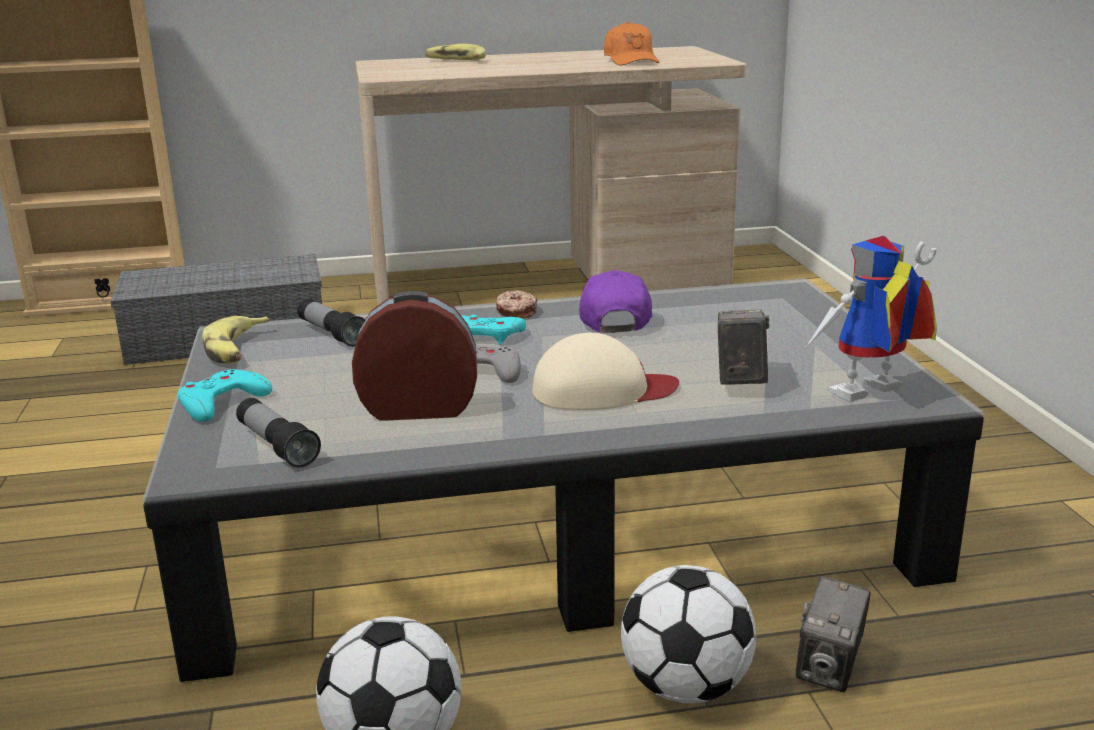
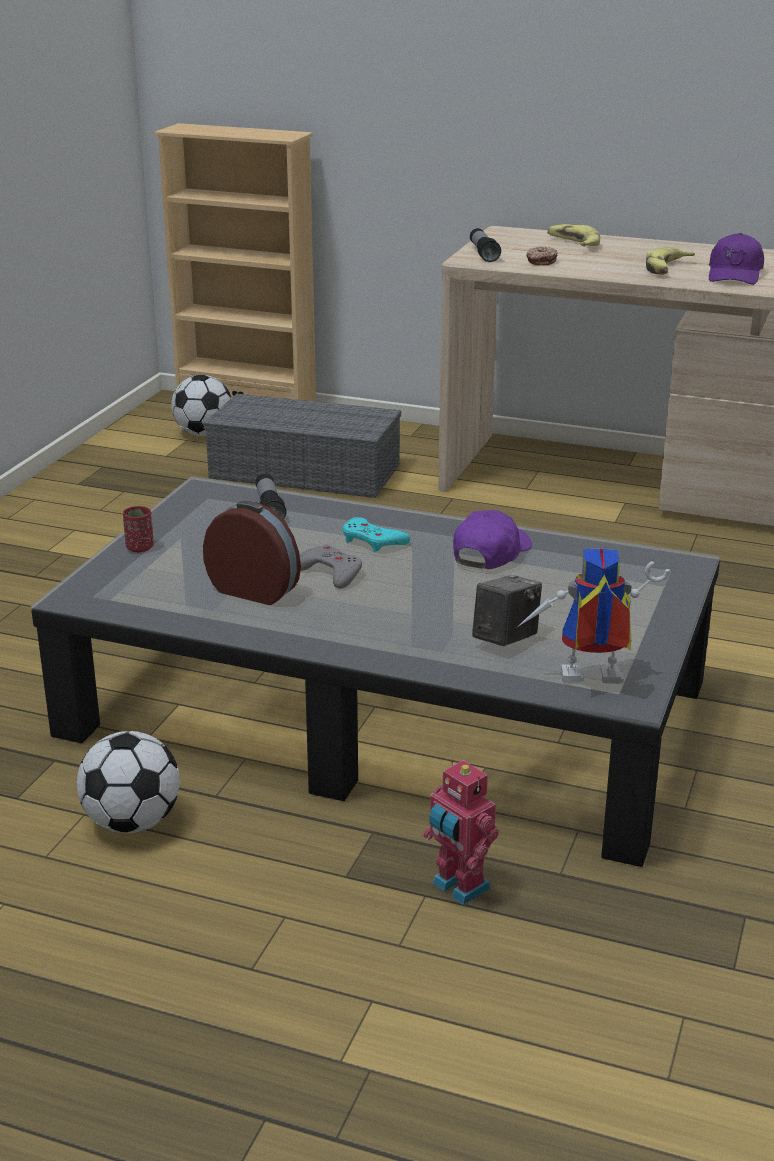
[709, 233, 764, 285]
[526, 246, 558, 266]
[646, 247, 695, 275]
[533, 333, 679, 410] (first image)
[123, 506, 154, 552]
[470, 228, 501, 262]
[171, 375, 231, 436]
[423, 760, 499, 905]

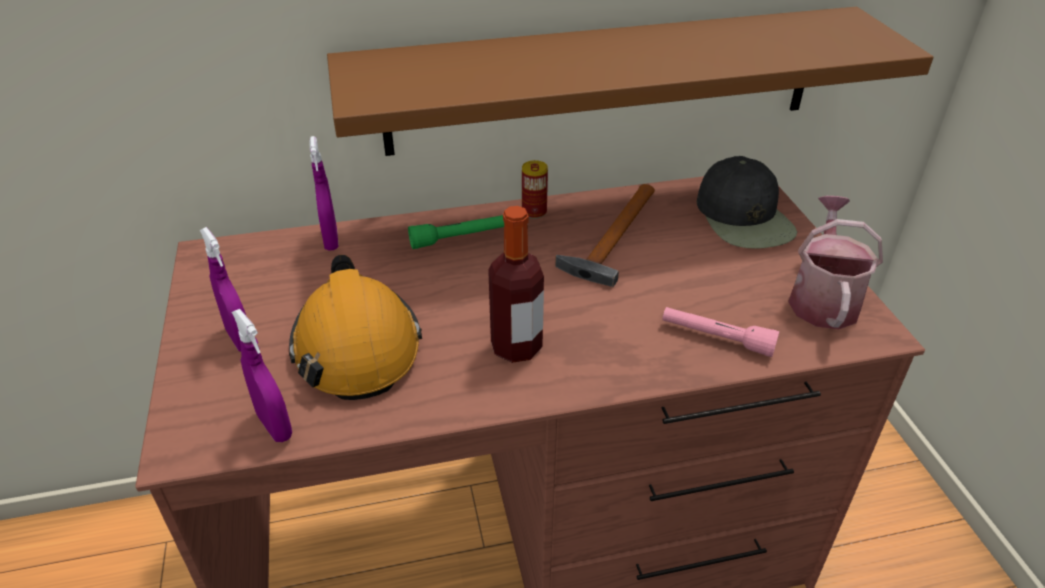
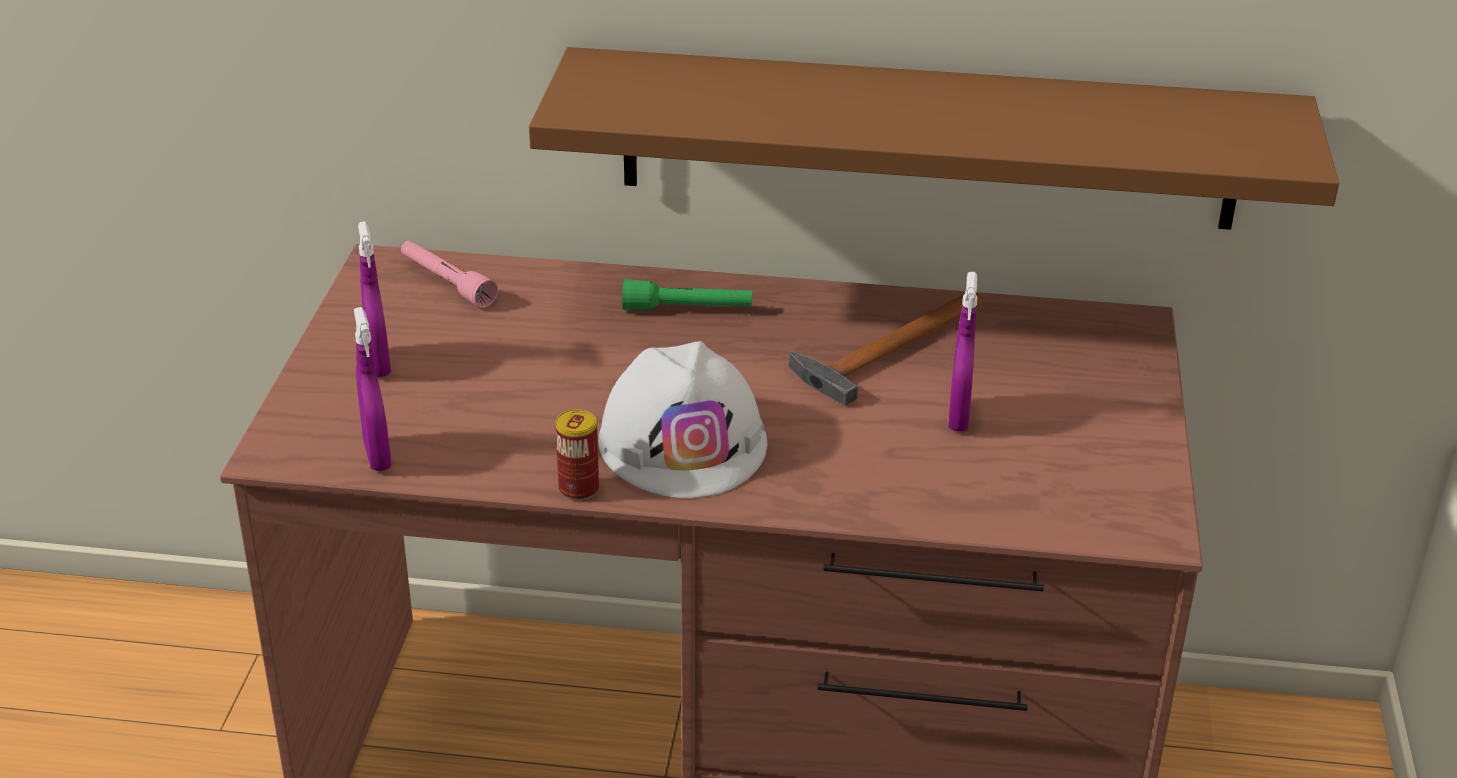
[948, 272, 977, 432]
[697, 156, 797, 249] (first image)
[556, 409, 599, 501]
[788, 196, 883, 329] (first image)
[598, 341, 767, 499]
[289, 255, 422, 400] (first image)
[401, 240, 498, 308]

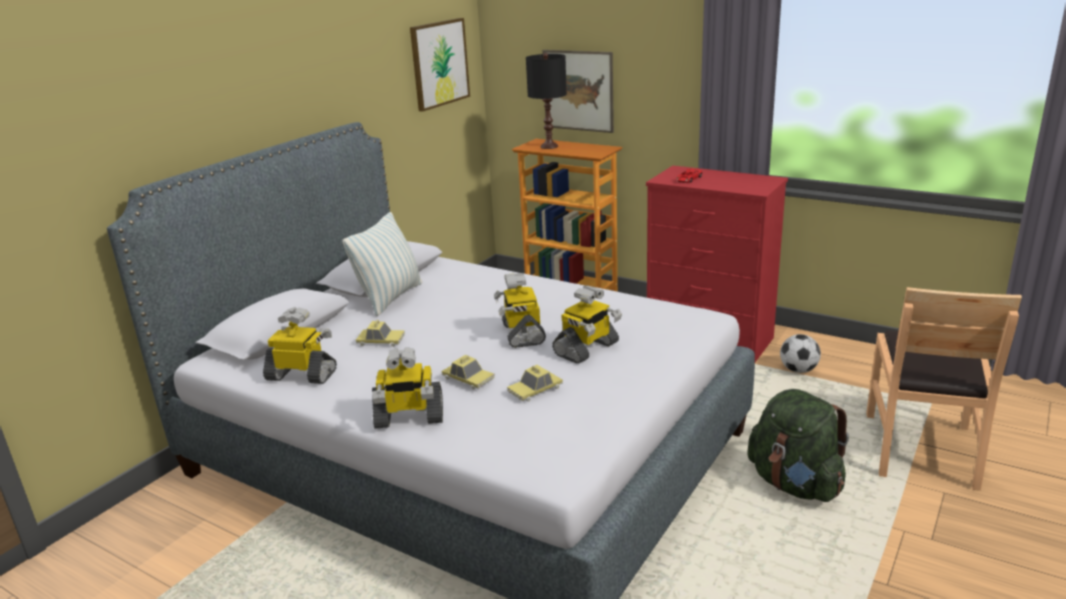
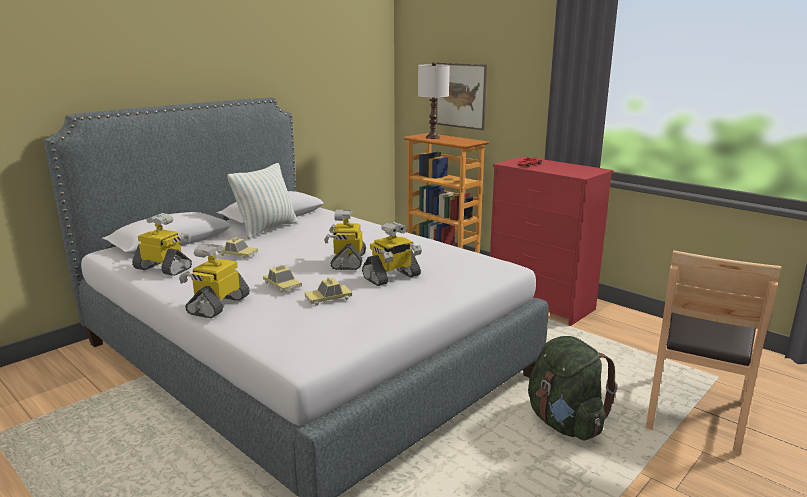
[410, 18, 470, 112] (first image)
[418, 62, 450, 139]
[780, 334, 821, 373] (first image)
[179, 243, 250, 318]

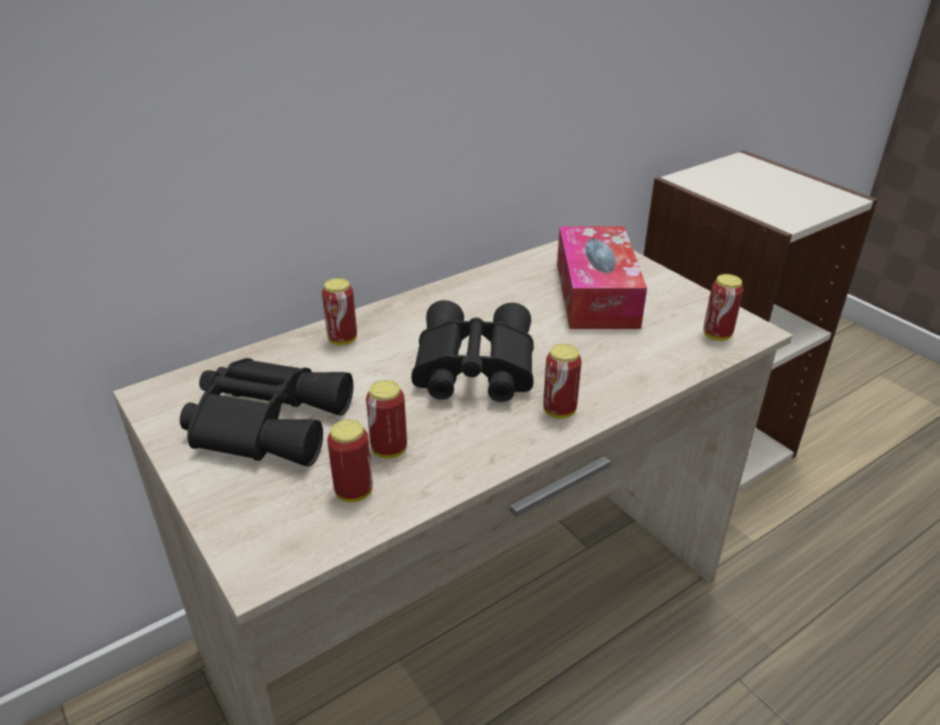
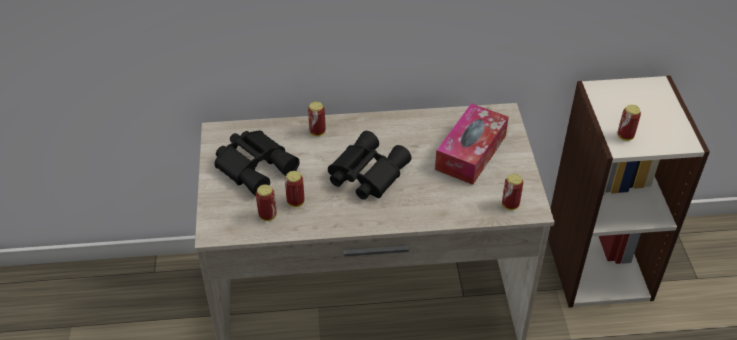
[617, 105, 641, 141]

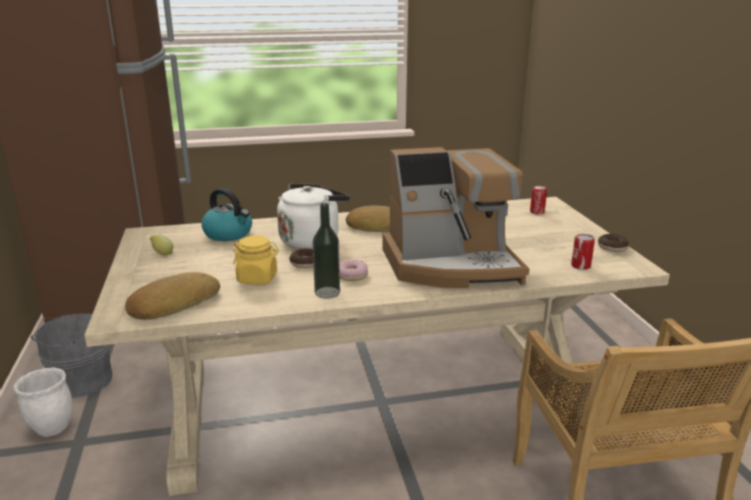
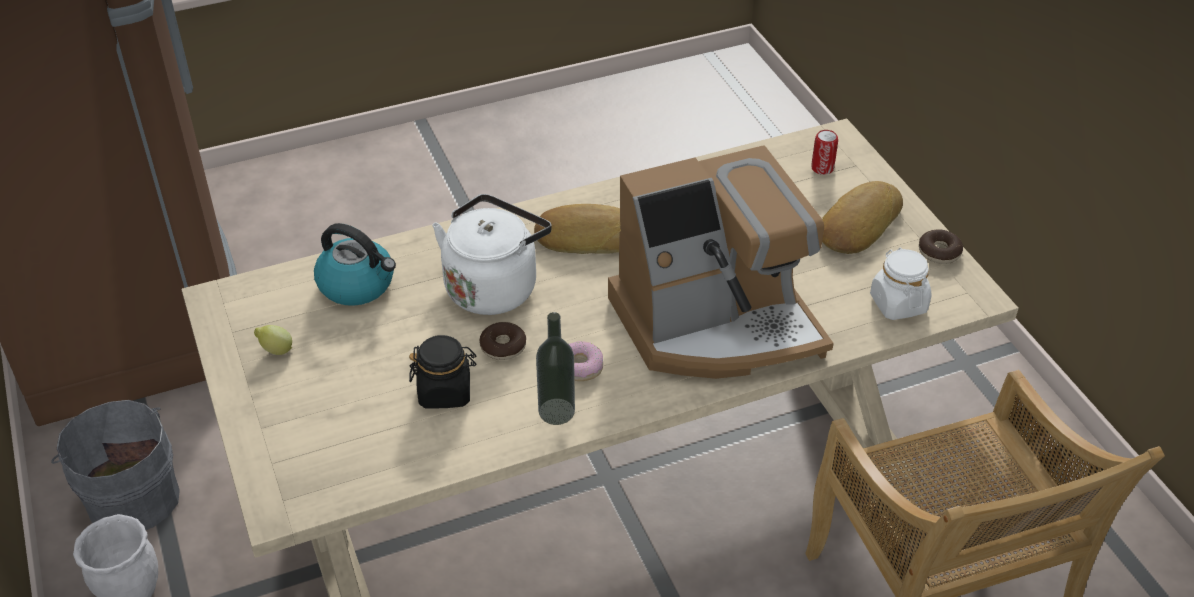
[870, 248, 932, 320]
[409, 335, 476, 408]
[822, 181, 903, 254]

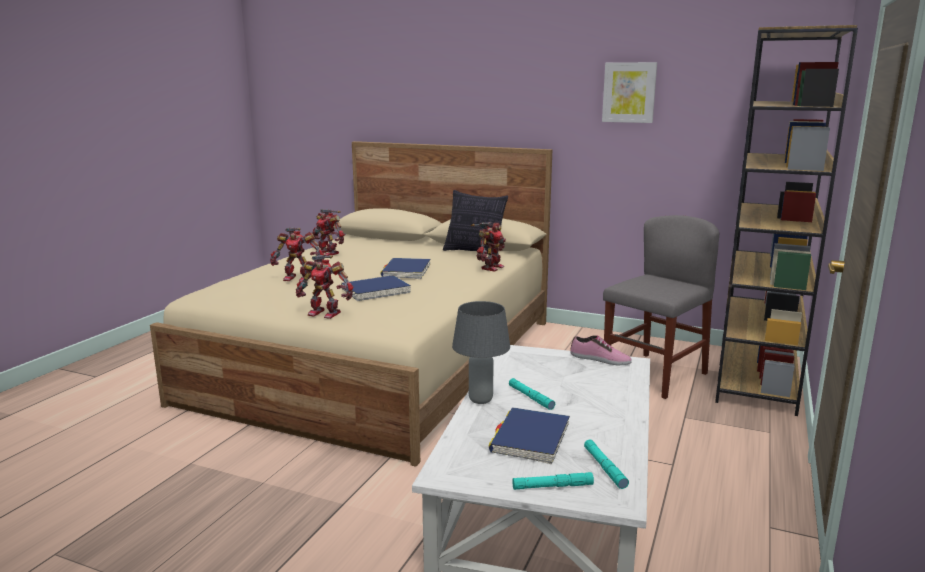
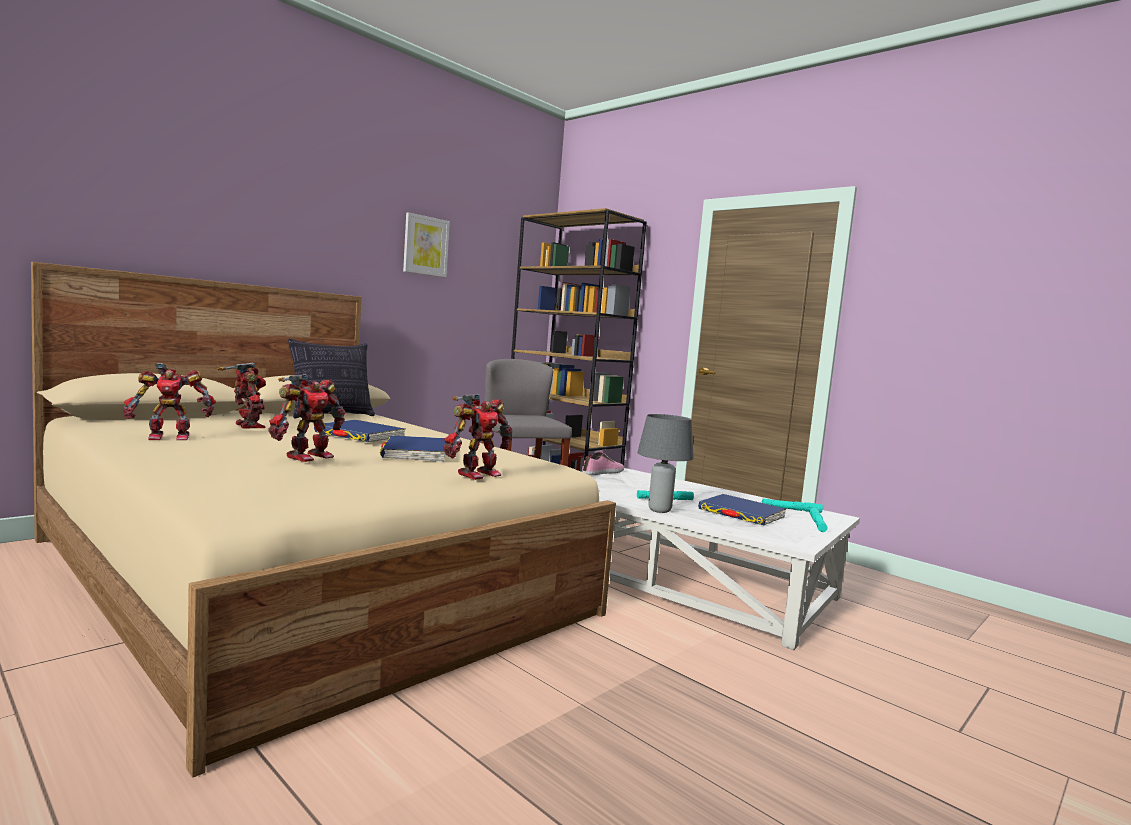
[218, 363, 266, 429]

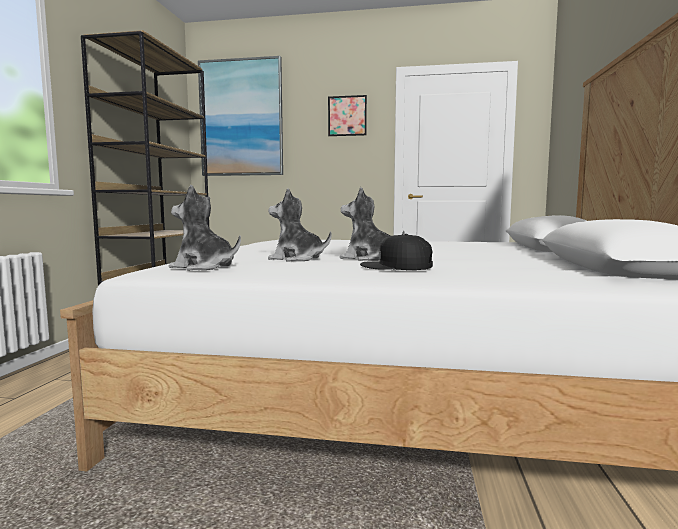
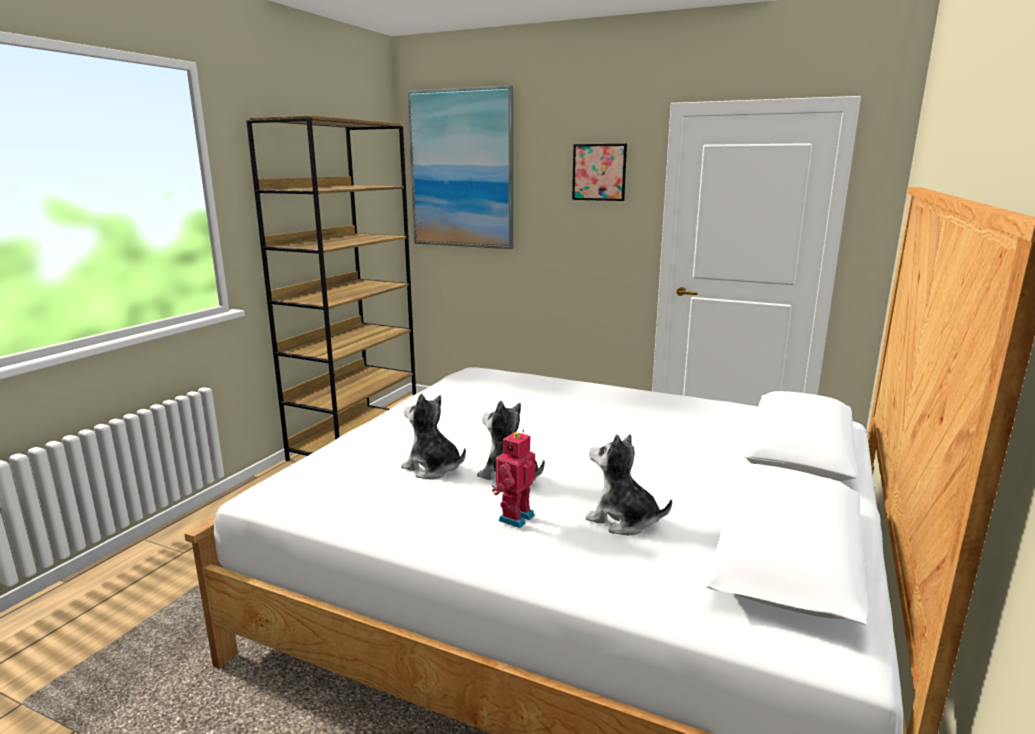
[585, 434, 672, 535]
[492, 430, 536, 528]

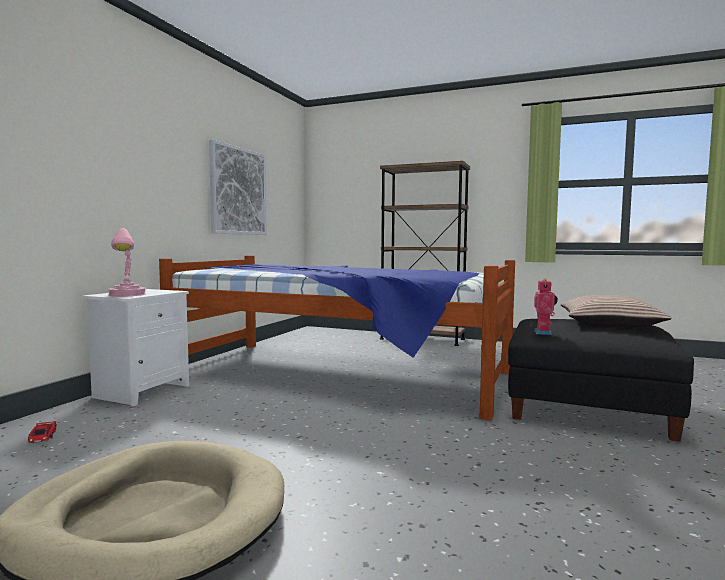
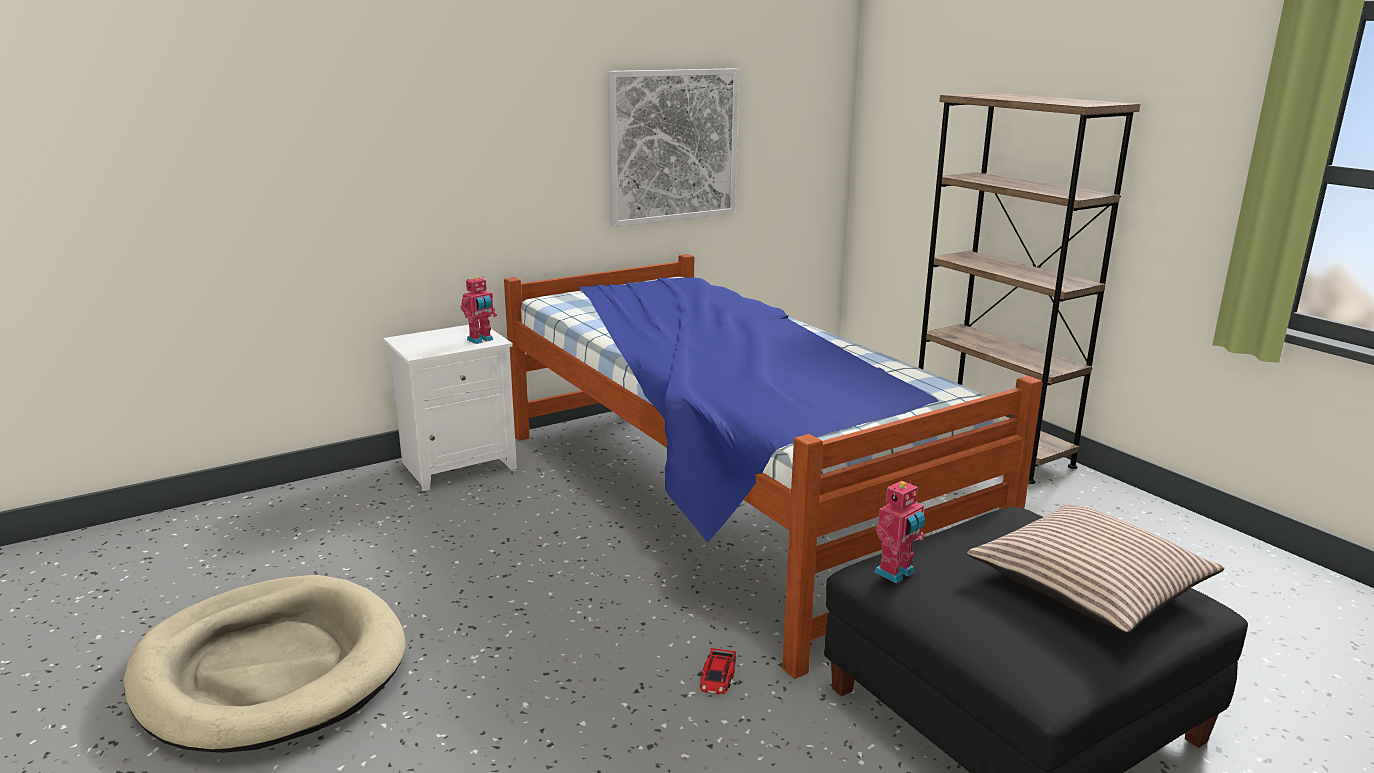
[108, 228, 146, 297] (first image)
[700, 648, 736, 695]
[461, 276, 497, 344]

